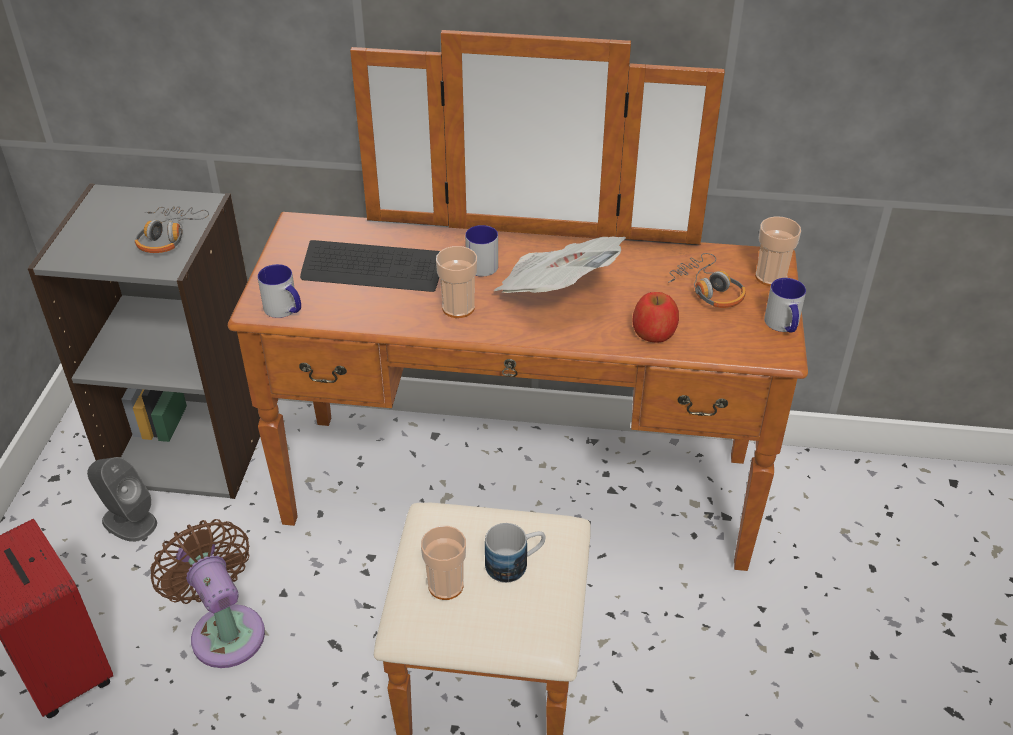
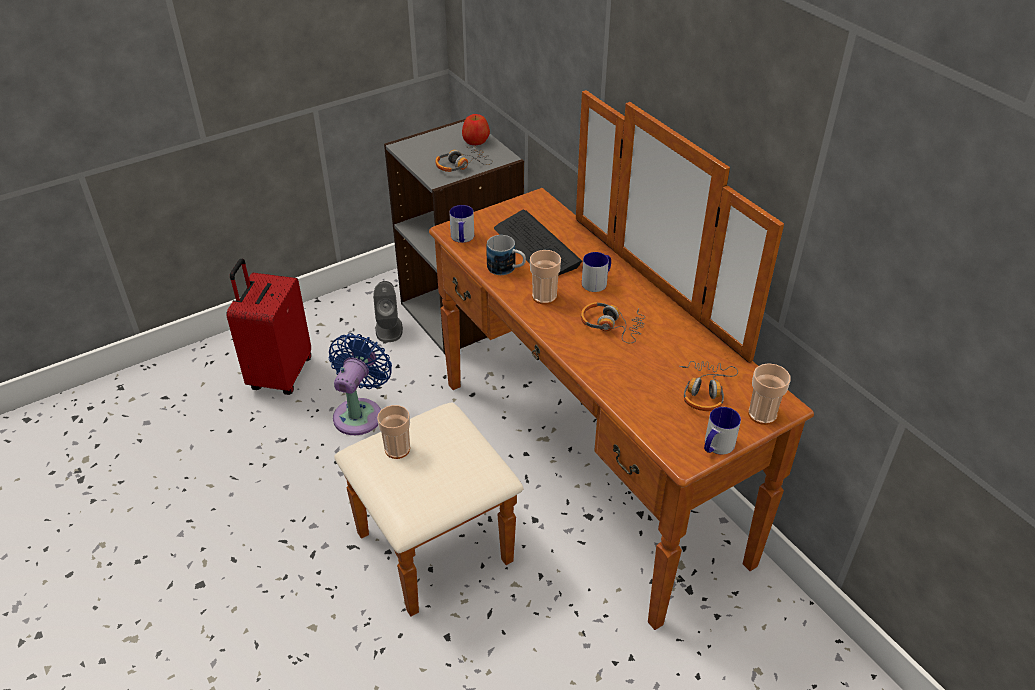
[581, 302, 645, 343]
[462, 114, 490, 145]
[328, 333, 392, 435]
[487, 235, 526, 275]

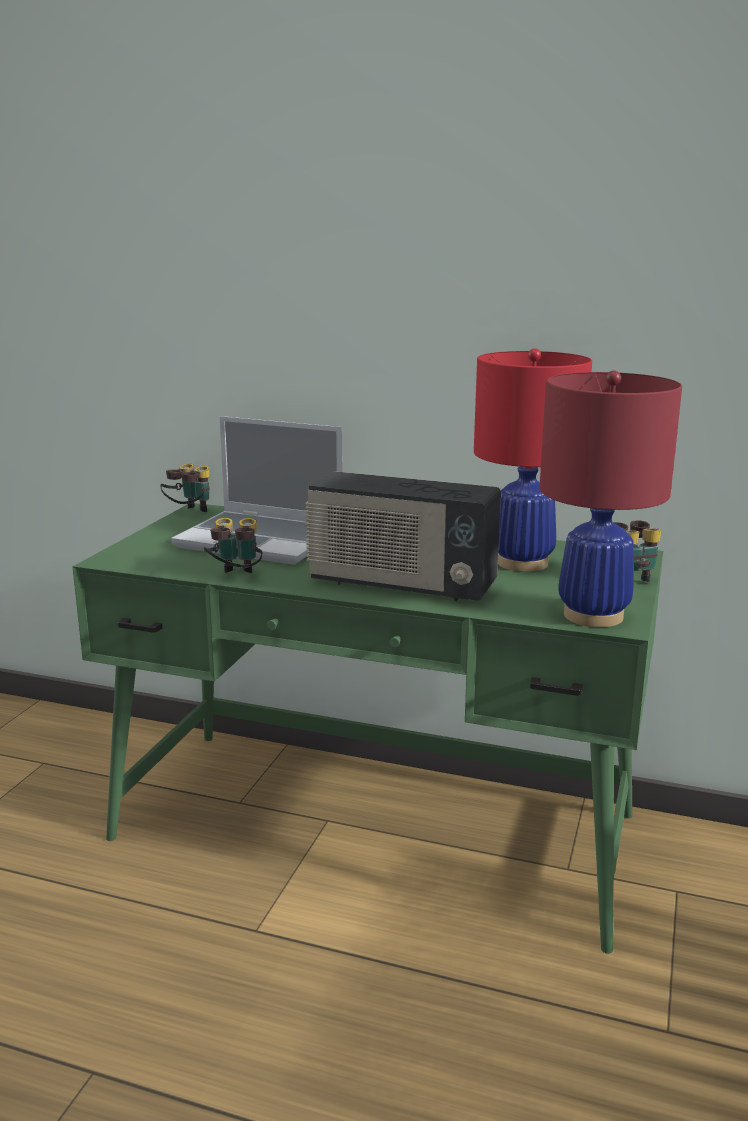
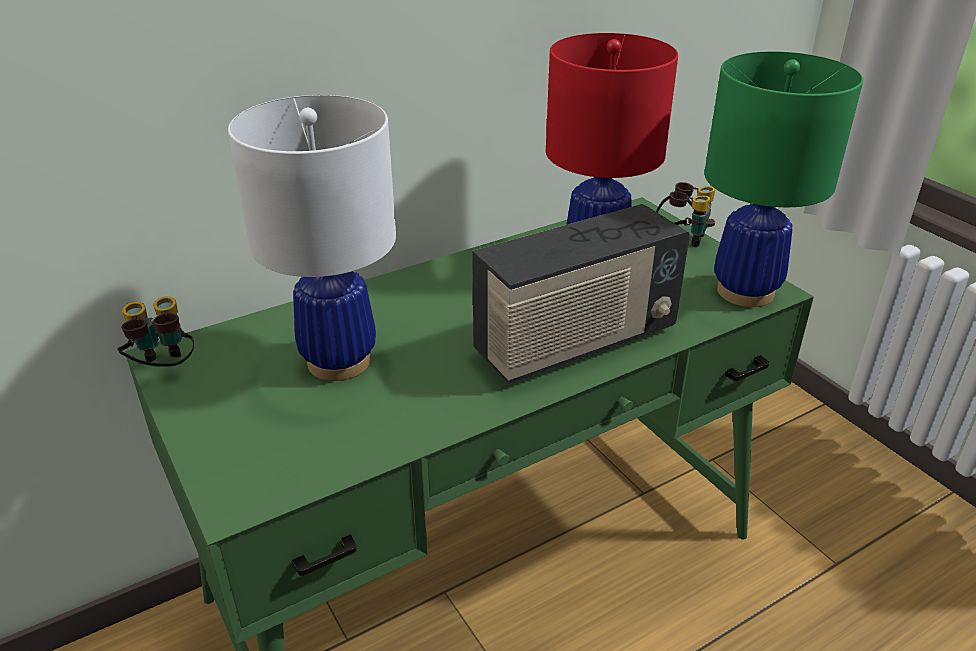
[704, 52, 863, 307]
[228, 95, 396, 381]
[204, 518, 262, 573] (first image)

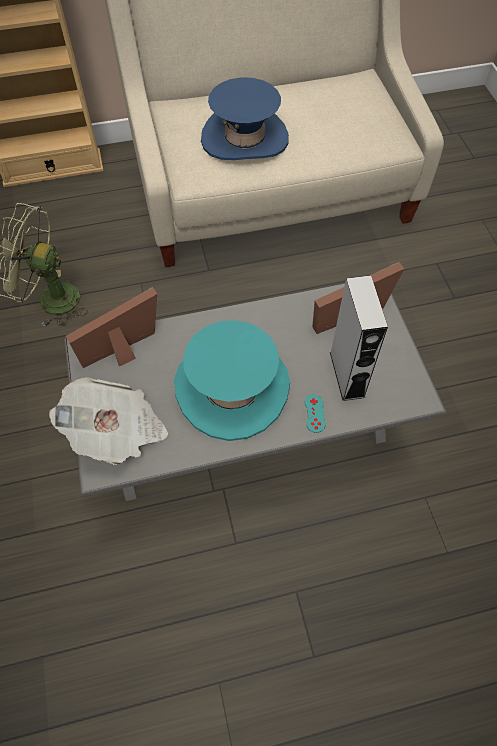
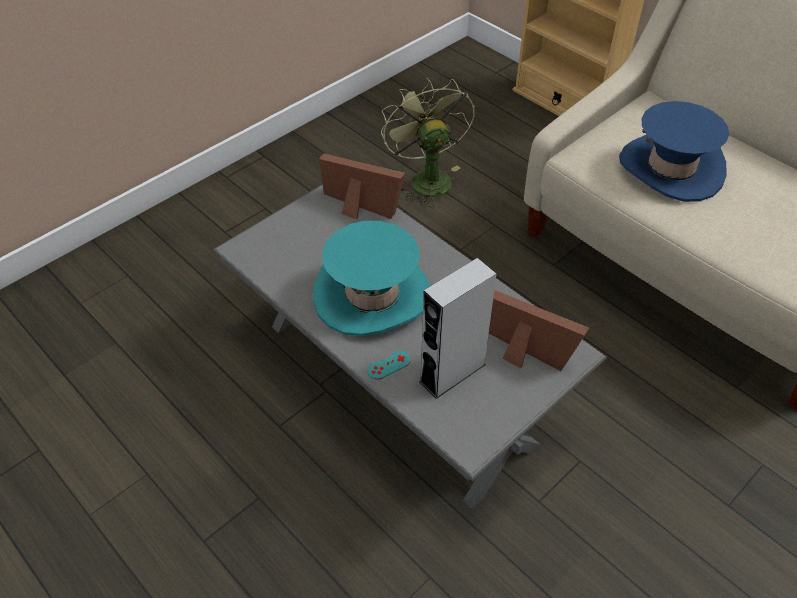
[49, 377, 168, 465] (first image)

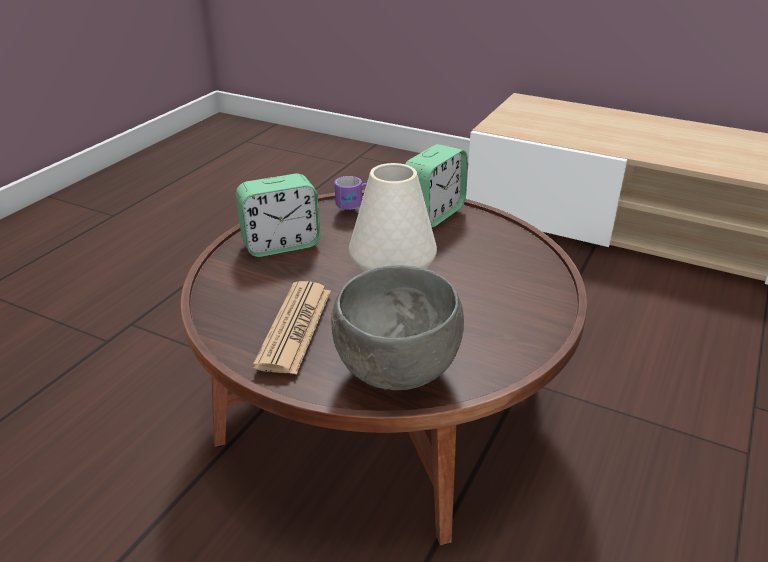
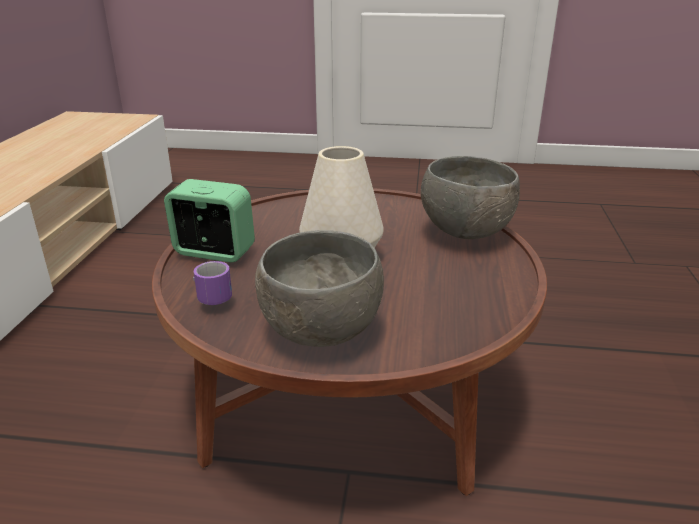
[255, 230, 384, 347]
[253, 281, 331, 374] (first image)

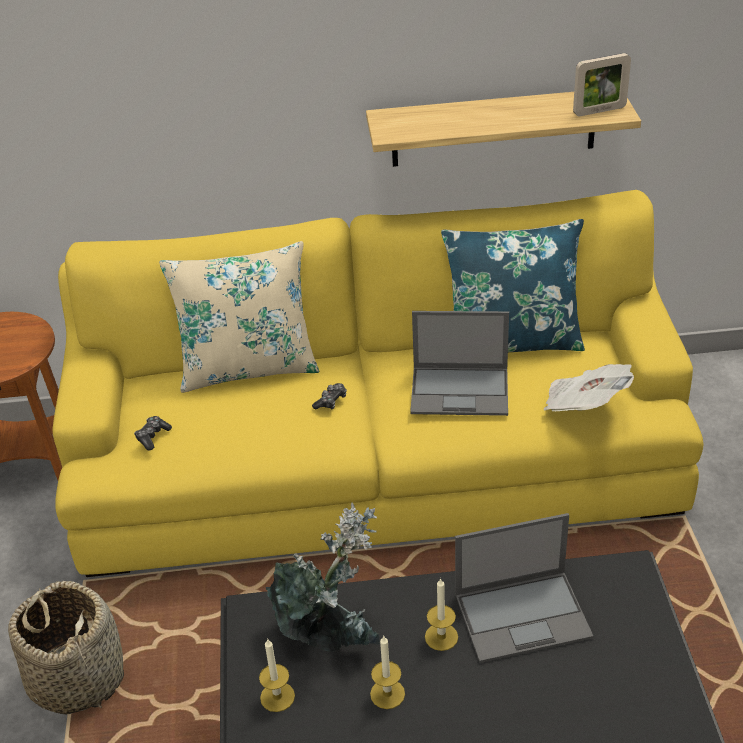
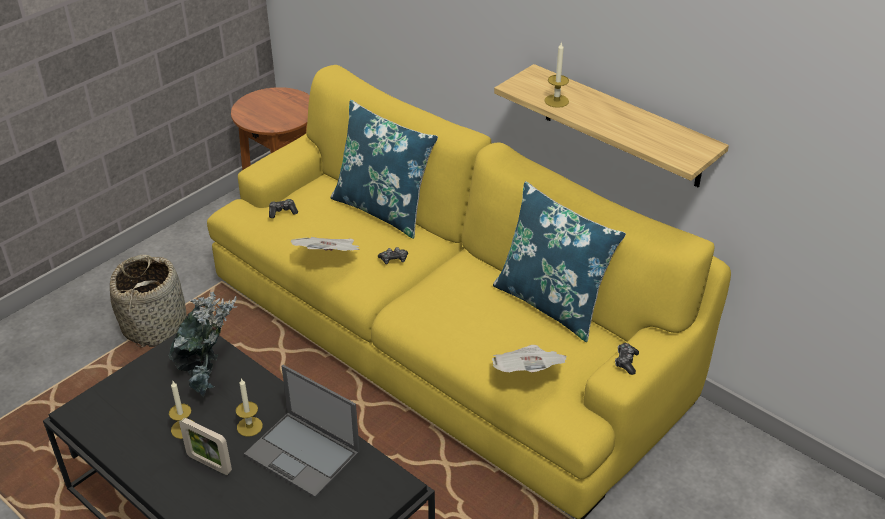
[179, 418, 232, 475]
[331, 100, 438, 239]
[410, 311, 509, 416] (first image)
[545, 42, 569, 108]
[291, 237, 360, 251]
[615, 343, 639, 375]

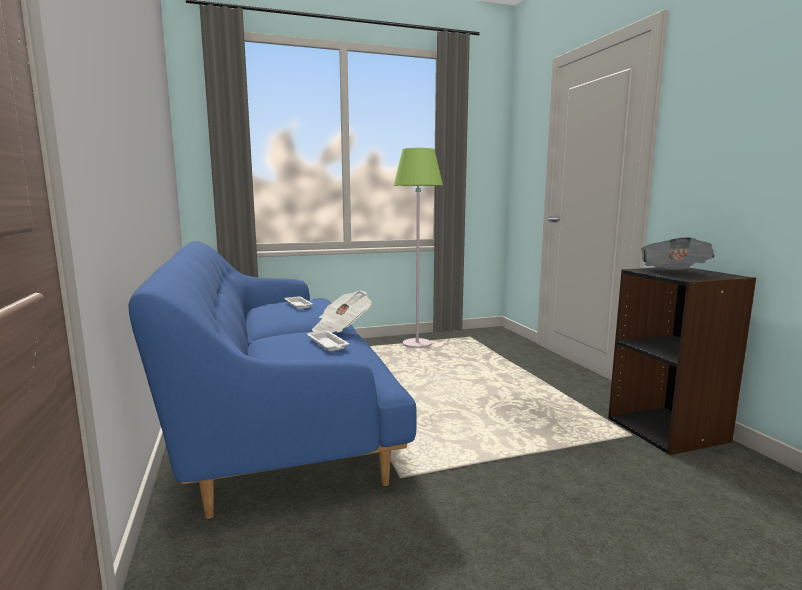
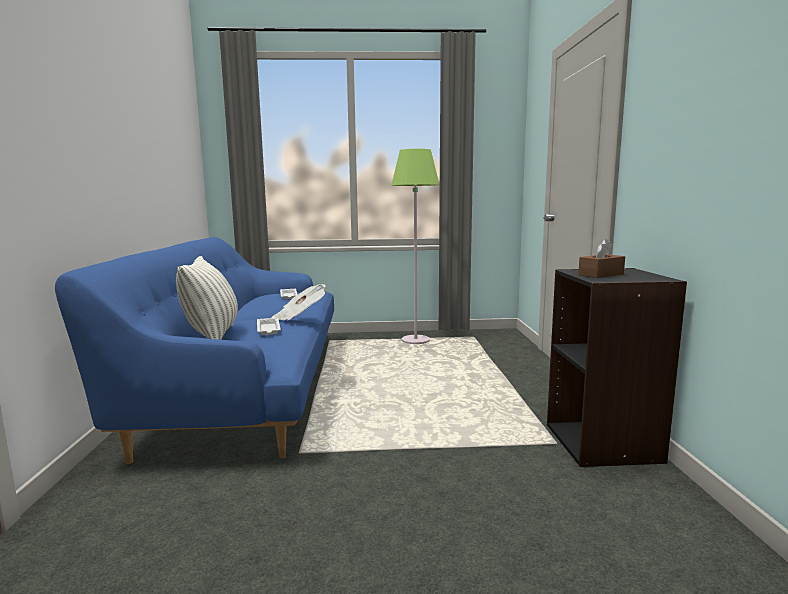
[578, 239, 625, 278]
[176, 256, 238, 340]

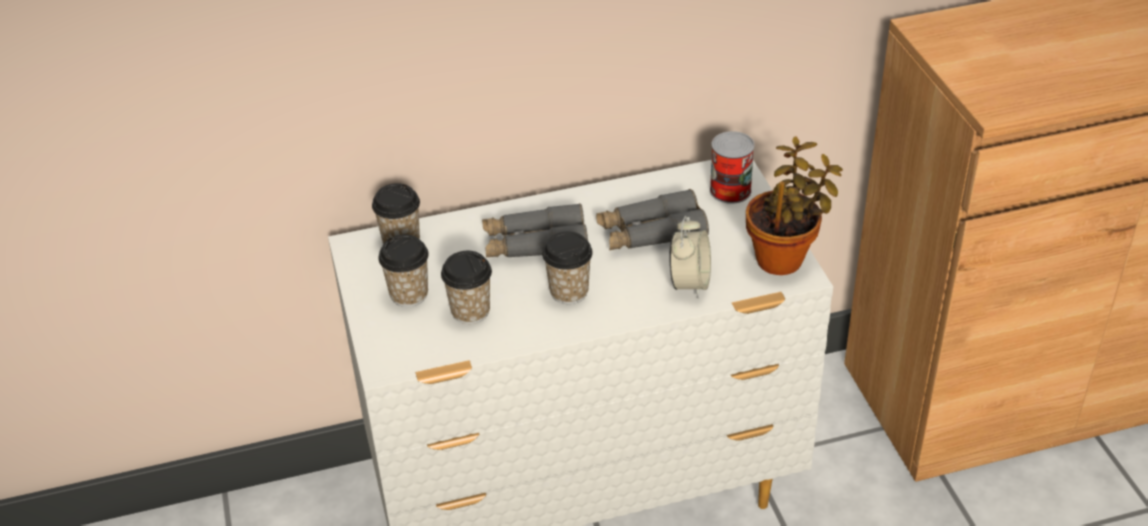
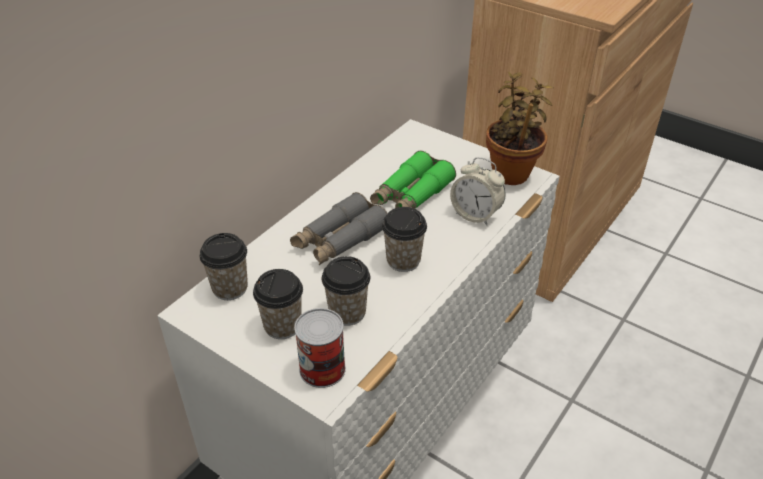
[294, 308, 346, 388]
[370, 151, 456, 209]
[450, 157, 506, 226]

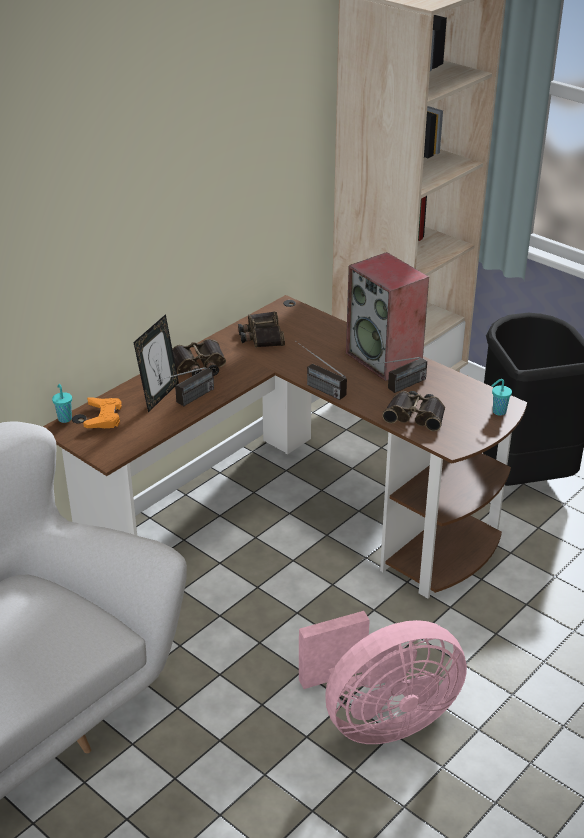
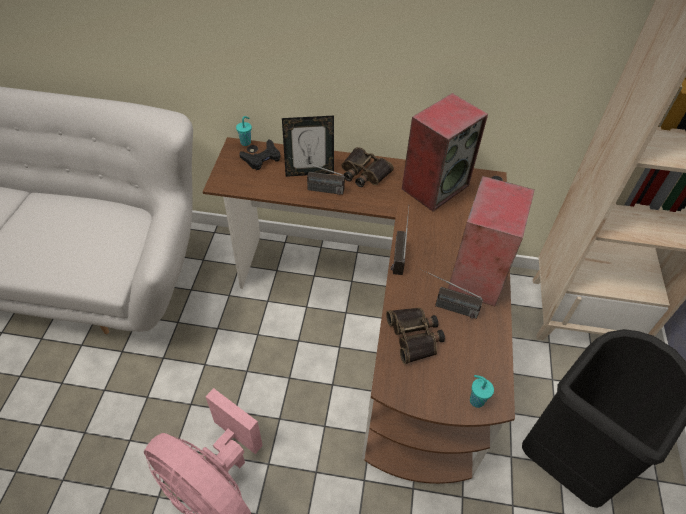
[402, 93, 488, 211]
[240, 140, 281, 170]

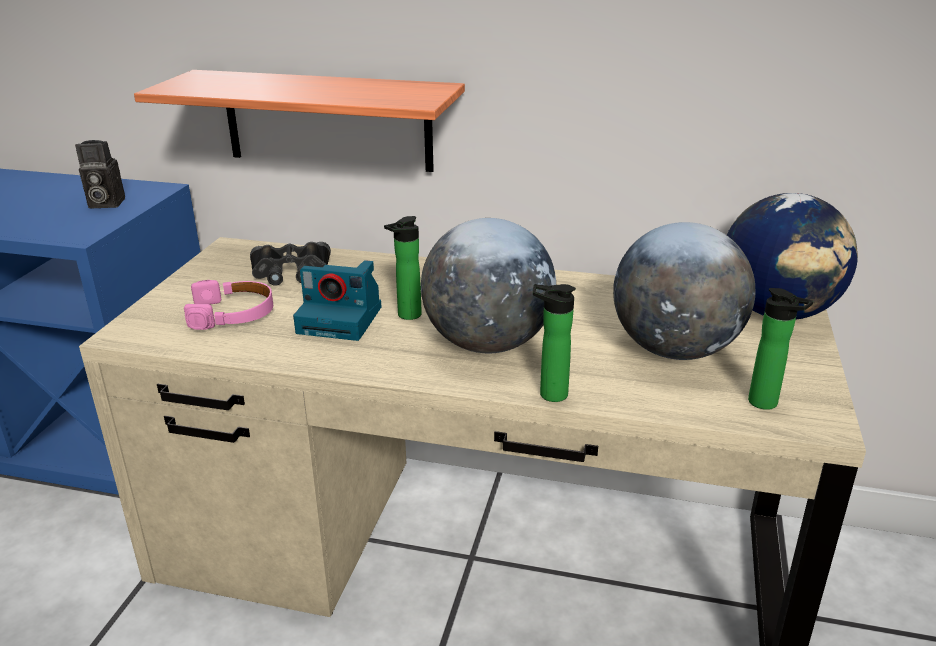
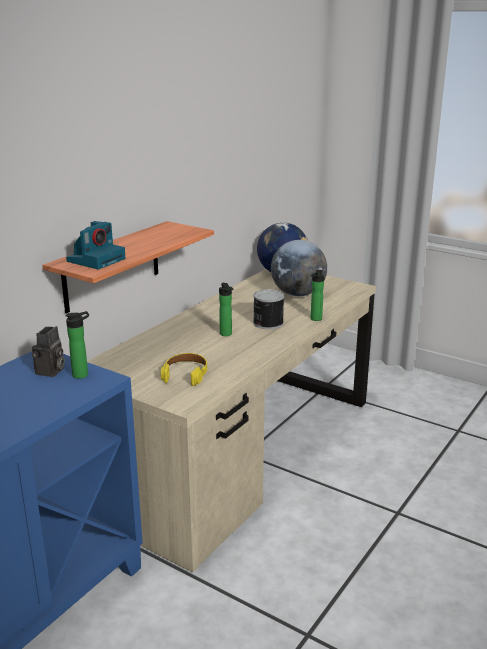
[253, 289, 284, 329]
[250, 242, 331, 286] (first image)
[66, 221, 126, 269]
[161, 353, 207, 386]
[65, 311, 89, 379]

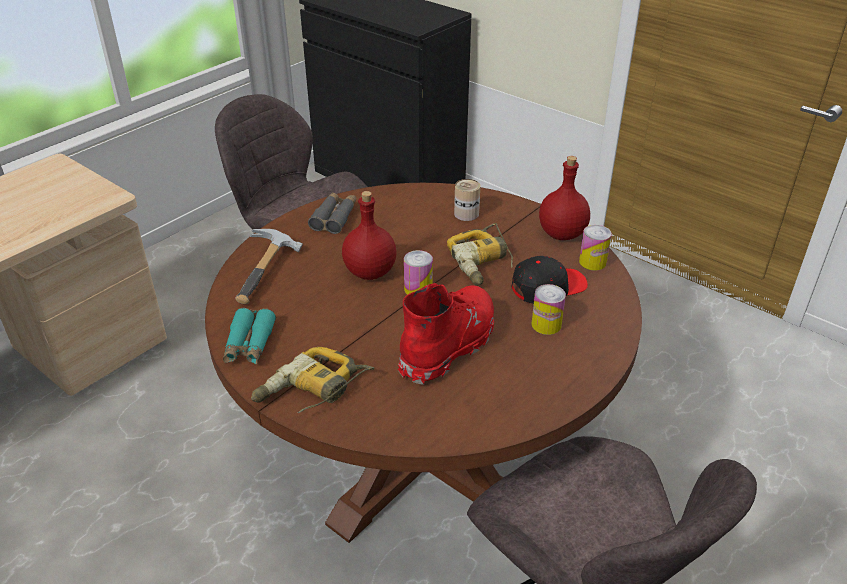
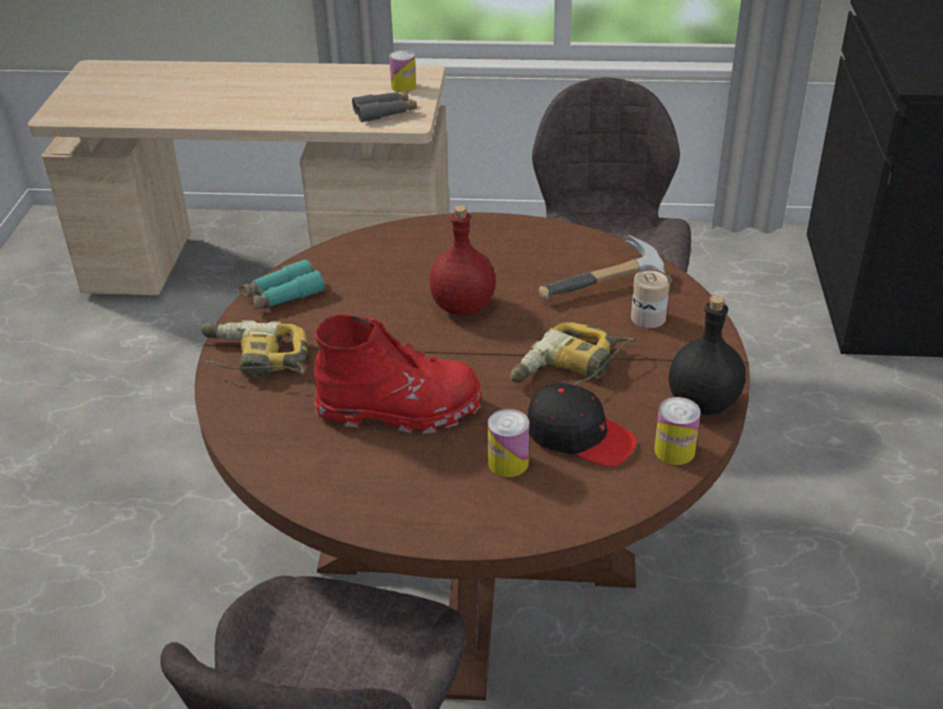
[669, 295, 746, 415]
[352, 91, 417, 122]
[539, 235, 672, 300]
[389, 50, 416, 92]

